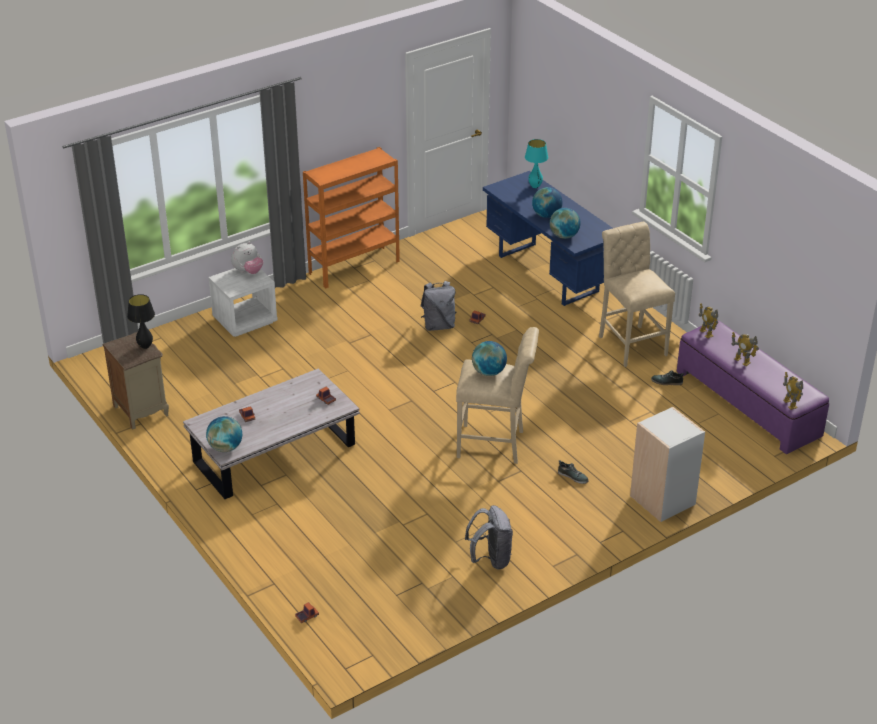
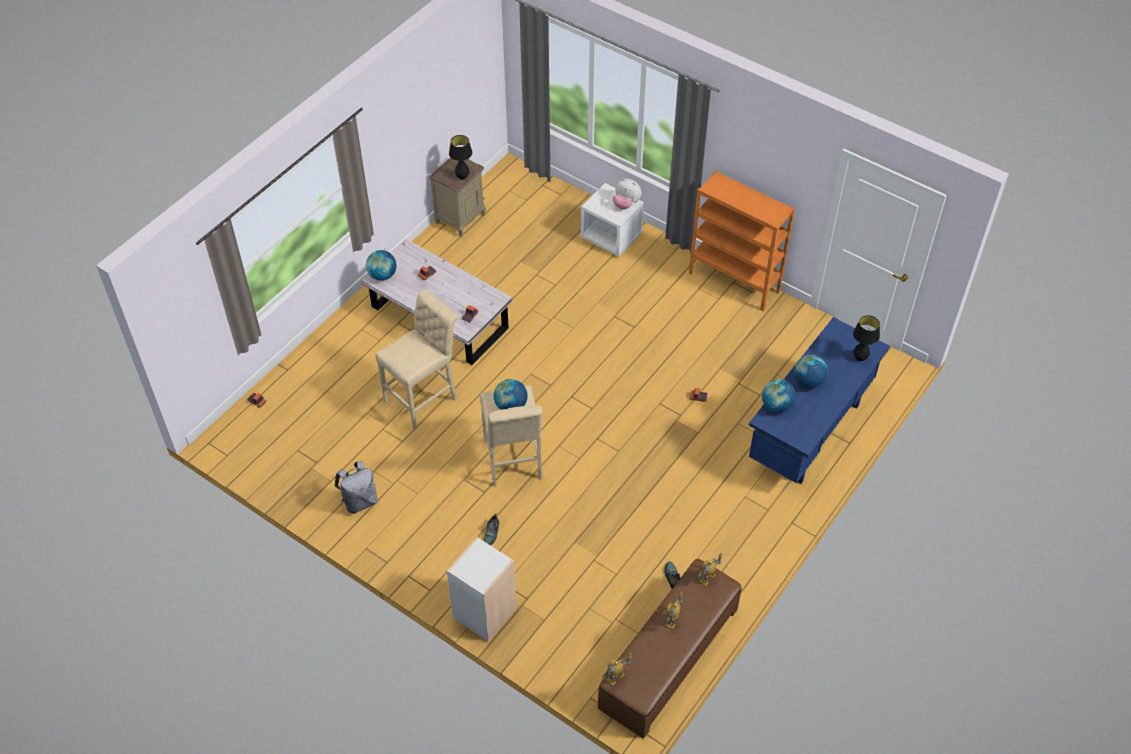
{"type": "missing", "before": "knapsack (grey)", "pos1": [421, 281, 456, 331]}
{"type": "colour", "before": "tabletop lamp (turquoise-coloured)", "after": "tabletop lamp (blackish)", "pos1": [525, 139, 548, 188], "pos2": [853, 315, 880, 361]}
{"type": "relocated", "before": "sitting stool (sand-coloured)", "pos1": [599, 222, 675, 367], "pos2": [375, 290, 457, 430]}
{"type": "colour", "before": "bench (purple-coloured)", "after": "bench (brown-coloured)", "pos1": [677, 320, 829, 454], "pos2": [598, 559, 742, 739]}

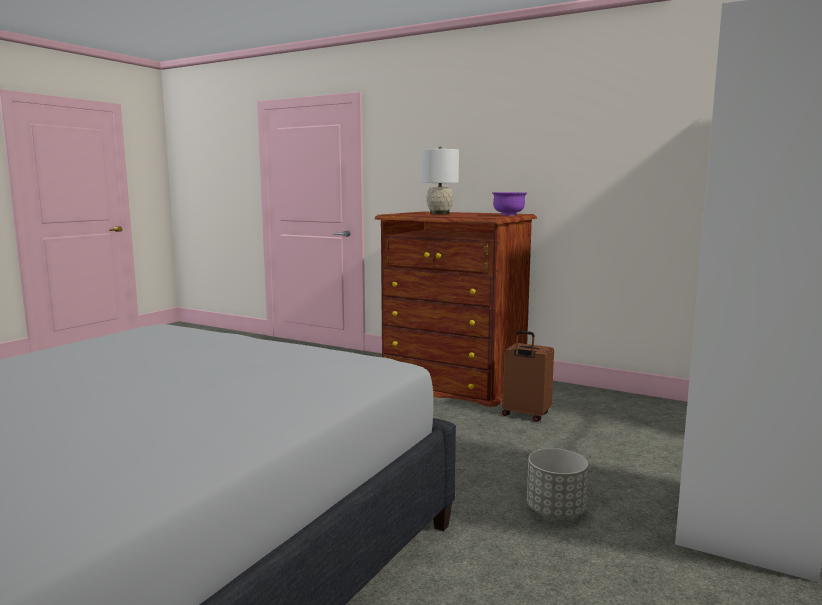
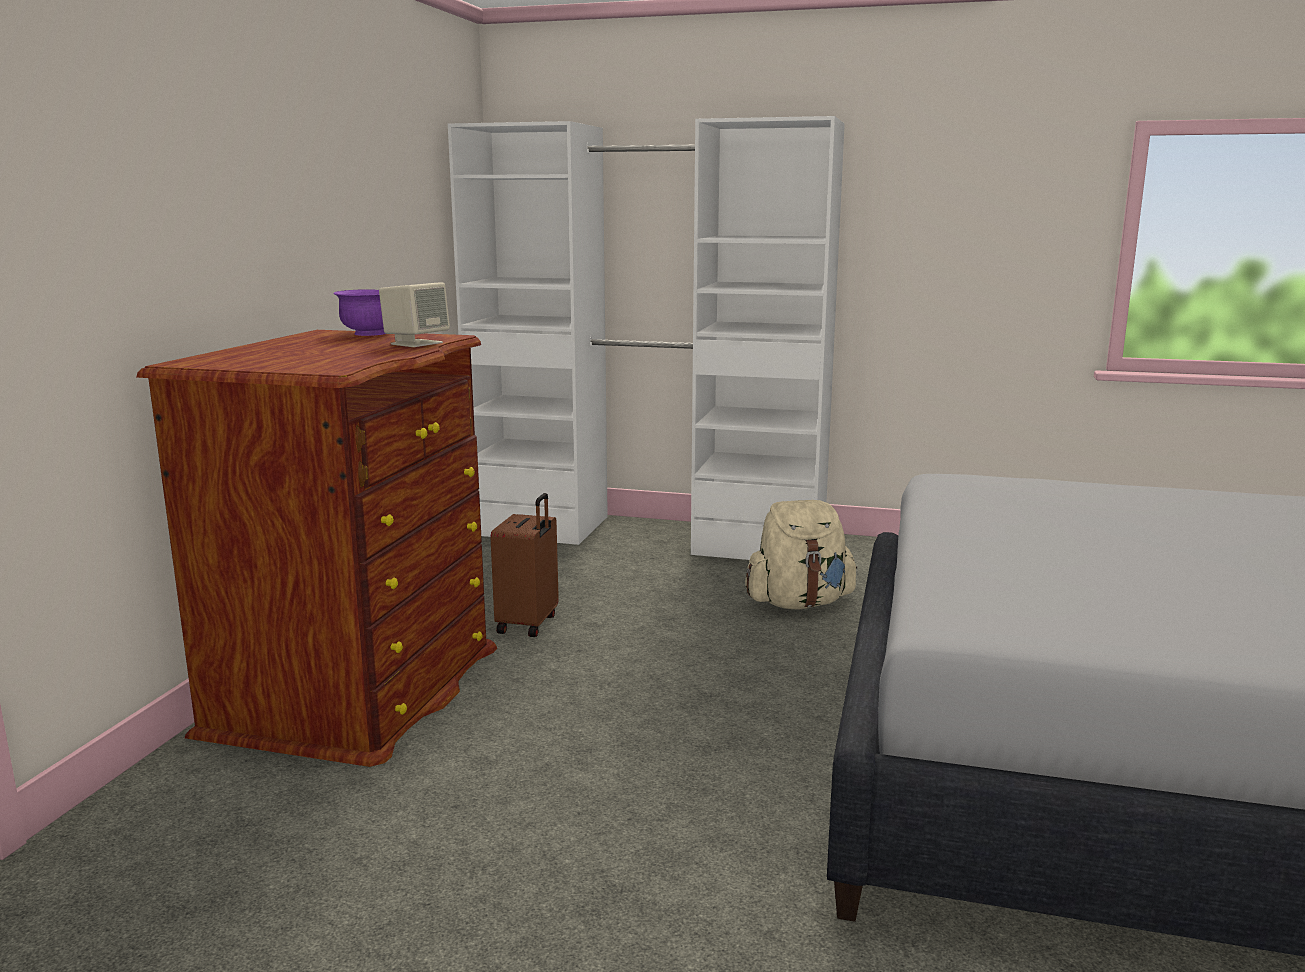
{"type": "missing", "before": "tabletop lamp (white-coloured)", "pos1": [421, 147, 459, 215]}
{"type": "exchanged", "before": "flower pot (grey)", "after": "knapsack (sand-coloured)", "pos1": [527, 448, 588, 518], "pos2": [745, 500, 857, 609]}
{"type": "appeared", "after": "loudspeaker (sand-coloured)", "pos2": [379, 282, 450, 347]}

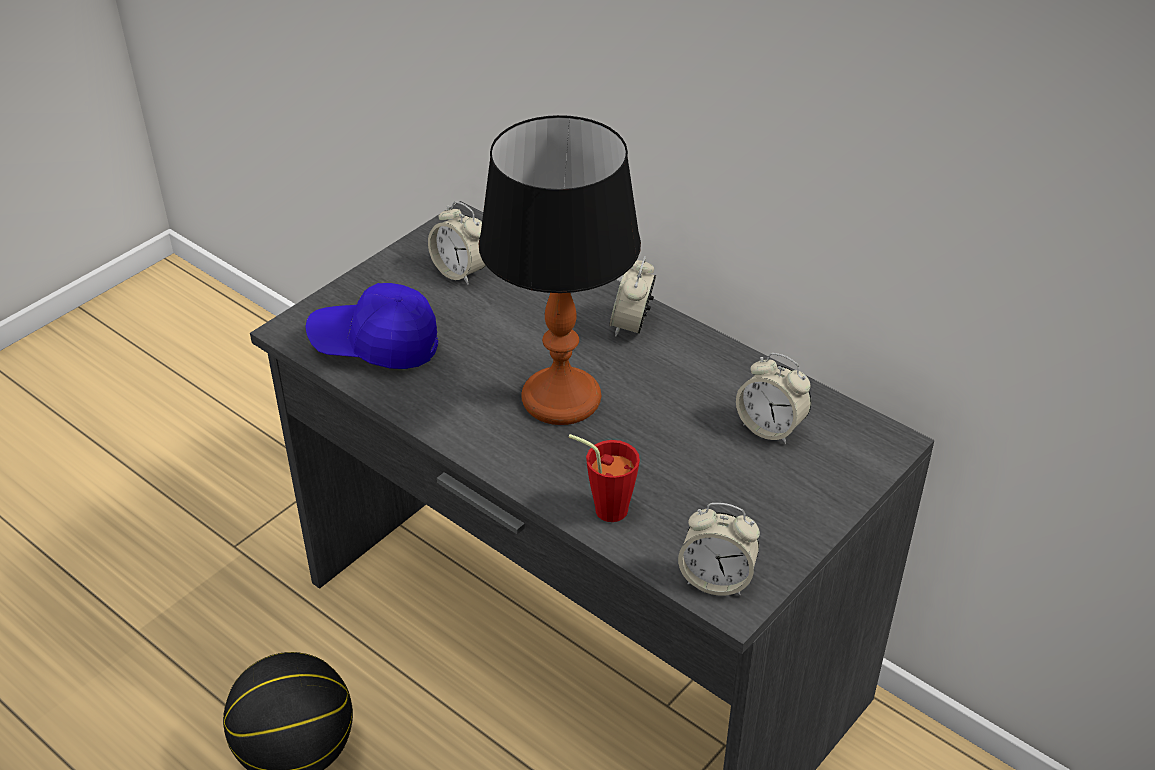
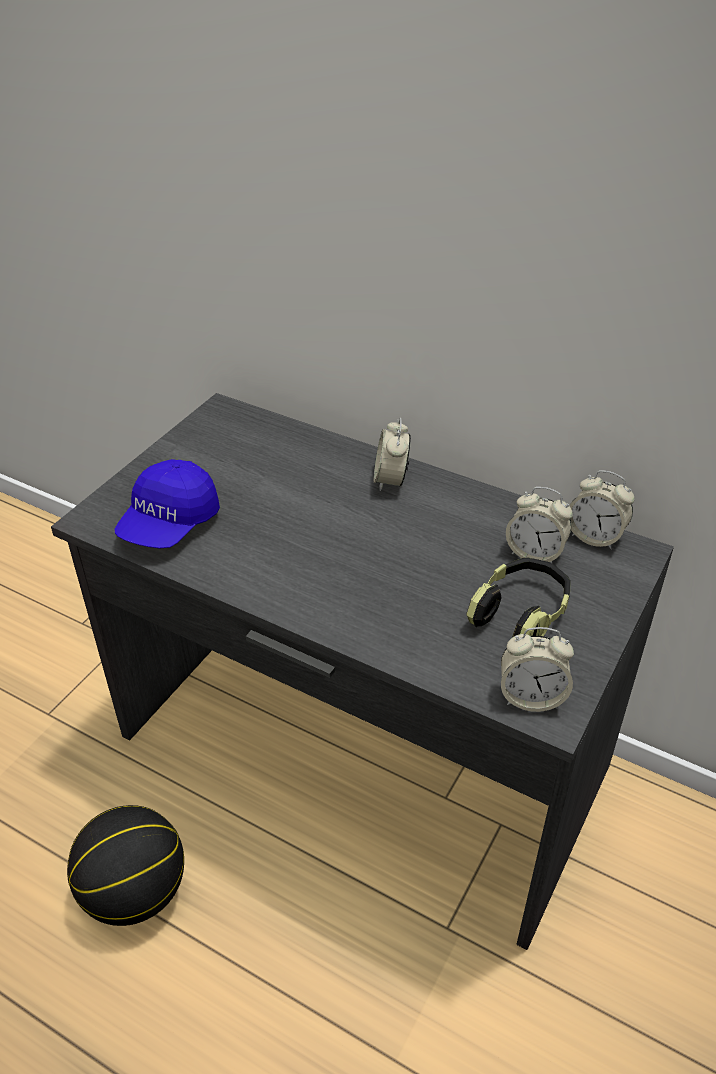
{"type": "spun", "before": "peaked cap (bluish)", "pos1": [306, 283, 438, 369], "pos2": [115, 459, 220, 548], "turn": -60}
{"type": "relocated", "before": "table clock", "pos1": [428, 201, 486, 285], "pos2": [569, 470, 635, 550]}
{"type": "missing", "before": "tabletop lamp", "pos1": [479, 115, 641, 425]}
{"type": "missing", "before": "drinking cup (reddish)", "pos1": [569, 434, 640, 522]}
{"type": "appeared", "after": "pair of headphones", "pos2": [466, 557, 571, 637]}

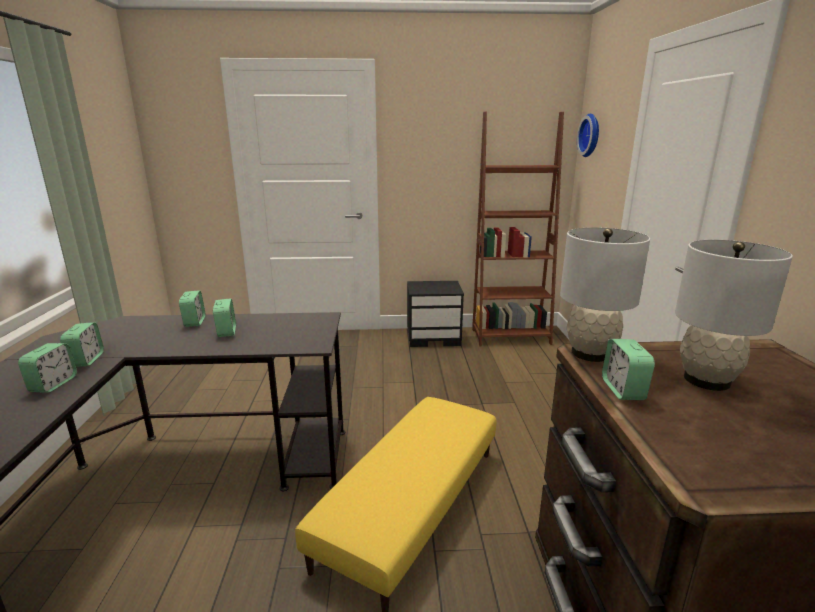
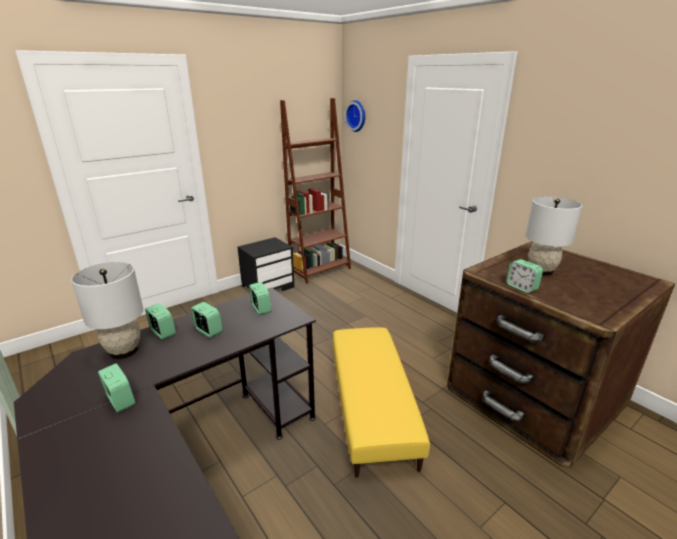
{"type": "relocated", "before": "table clock", "pos1": [18, 343, 77, 393], "pos2": [249, 282, 272, 315]}
{"type": "relocated", "before": "tabletop lamp (white-coloured)", "pos1": [560, 227, 650, 362], "pos2": [71, 262, 143, 359]}

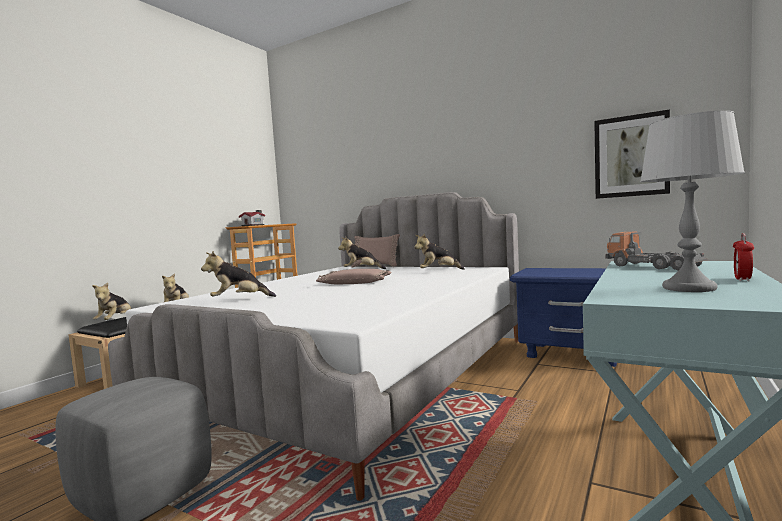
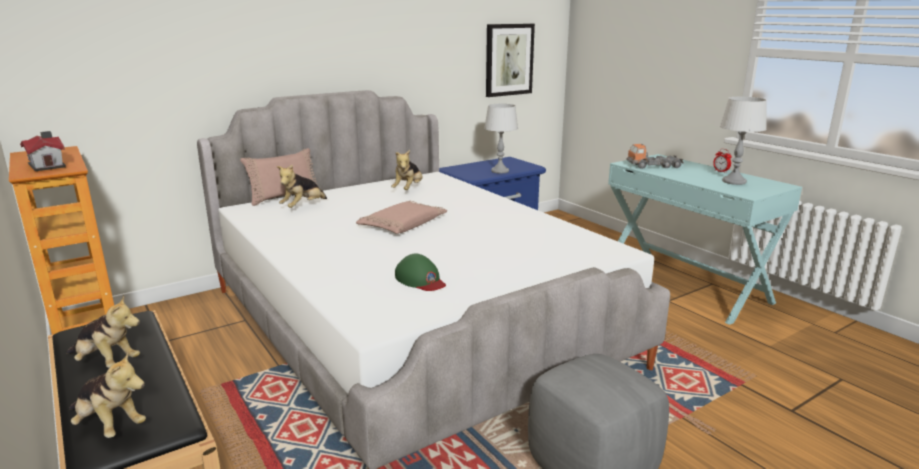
{"type": "exchanged", "before": "cuddly toy", "after": "peaked cap (greenish)", "pos1": [201, 251, 276, 297], "pos2": [395, 254, 446, 291]}
{"type": "appeared", "after": "tabletop lamp (grey)", "pos2": [484, 104, 518, 174]}

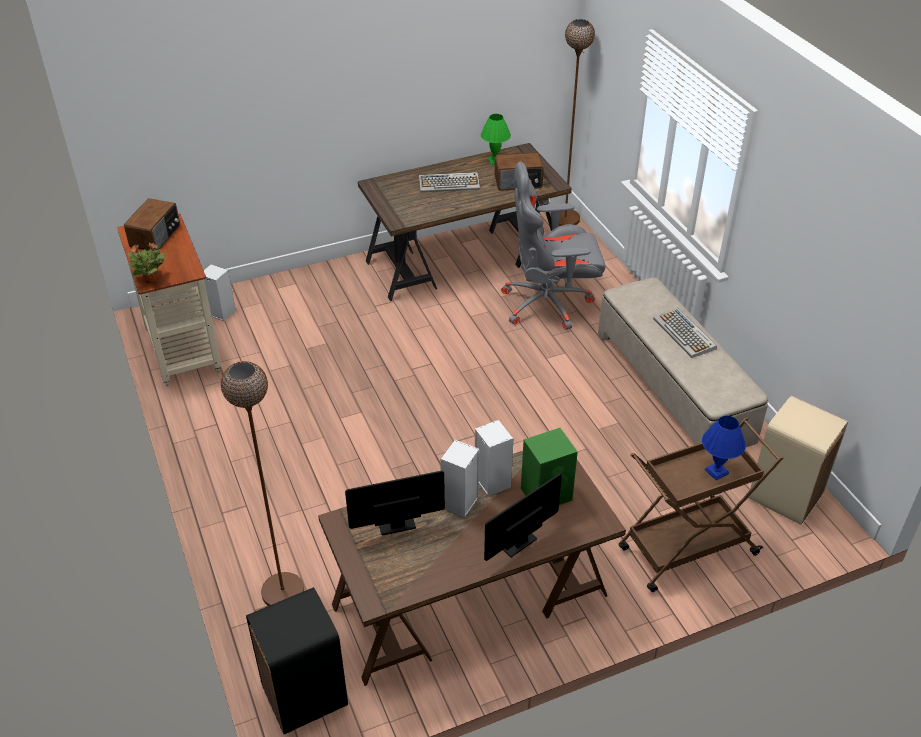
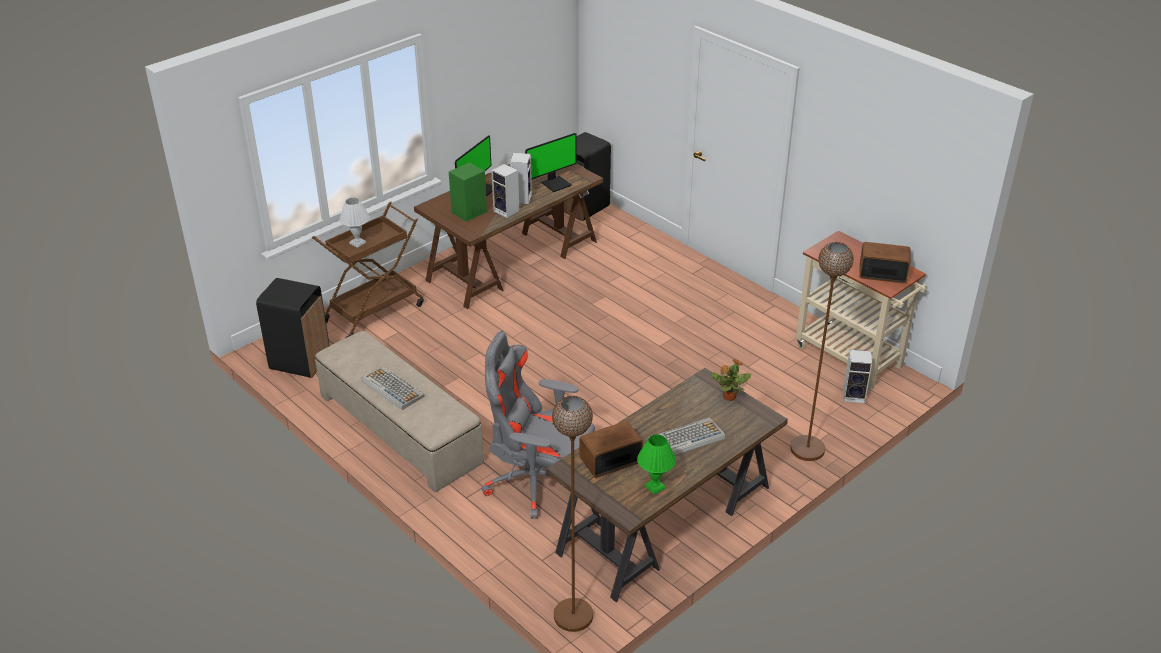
{"type": "spun", "before": "radio", "pos1": [124, 198, 180, 250], "pos2": [859, 242, 910, 283], "turn": 105}
{"type": "relocated", "before": "potted plant", "pos1": [127, 242, 166, 284], "pos2": [711, 359, 751, 401]}
{"type": "relocated", "before": "standard lamp (brown-coloured)", "pos1": [221, 361, 304, 606], "pos2": [790, 242, 854, 461]}
{"type": "spun", "before": "computer chair (grey)", "pos1": [501, 161, 605, 330], "pos2": [482, 331, 595, 519], "turn": -135}
{"type": "colour", "before": "tabletop lamp (bluish)", "after": "tabletop lamp (white-coloured)", "pos1": [702, 416, 746, 480], "pos2": [339, 198, 370, 248]}
{"type": "colour", "before": "rubbish bin (sand-coloured)", "after": "rubbish bin (blackish)", "pos1": [748, 396, 848, 525], "pos2": [256, 278, 330, 378]}

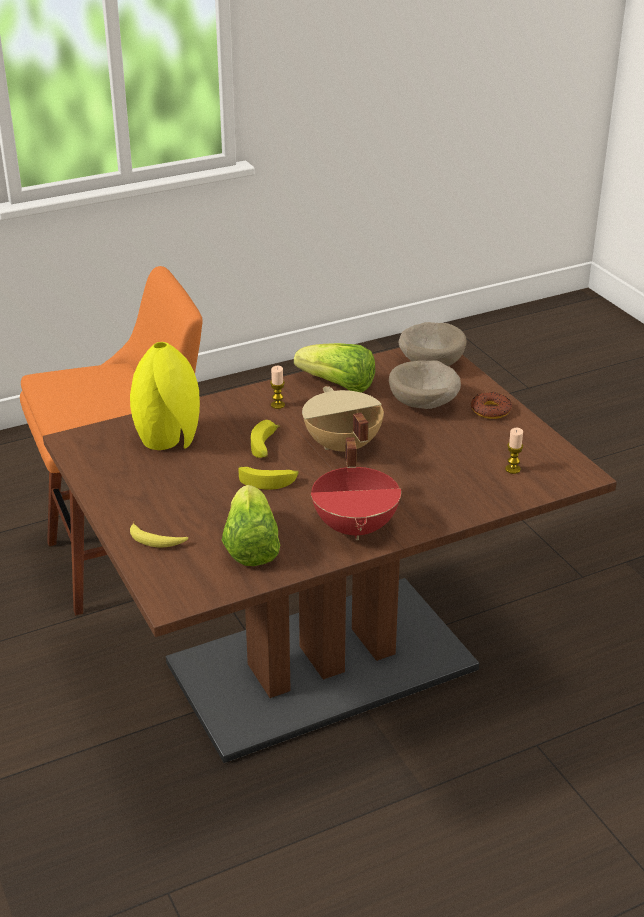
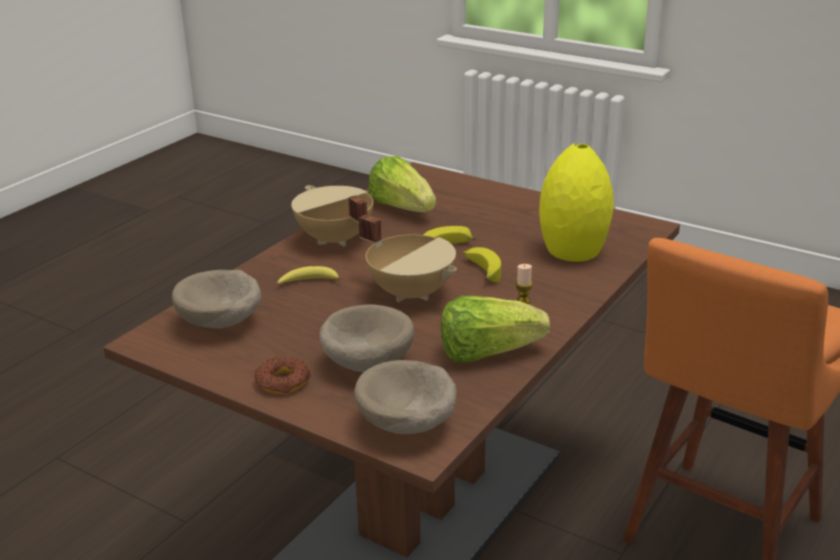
{"type": "relocated", "before": "banana fruit", "pos1": [130, 521, 188, 548], "pos2": [277, 266, 341, 284]}
{"type": "colour", "before": "stockpot (reddish)", "after": "stockpot (sand-coloured)", "pos1": [311, 437, 401, 540], "pos2": [291, 185, 373, 246]}
{"type": "exchanged", "before": "candle", "after": "serving bowl (sand-coloured)", "pos1": [505, 428, 523, 474], "pos2": [172, 270, 261, 328]}

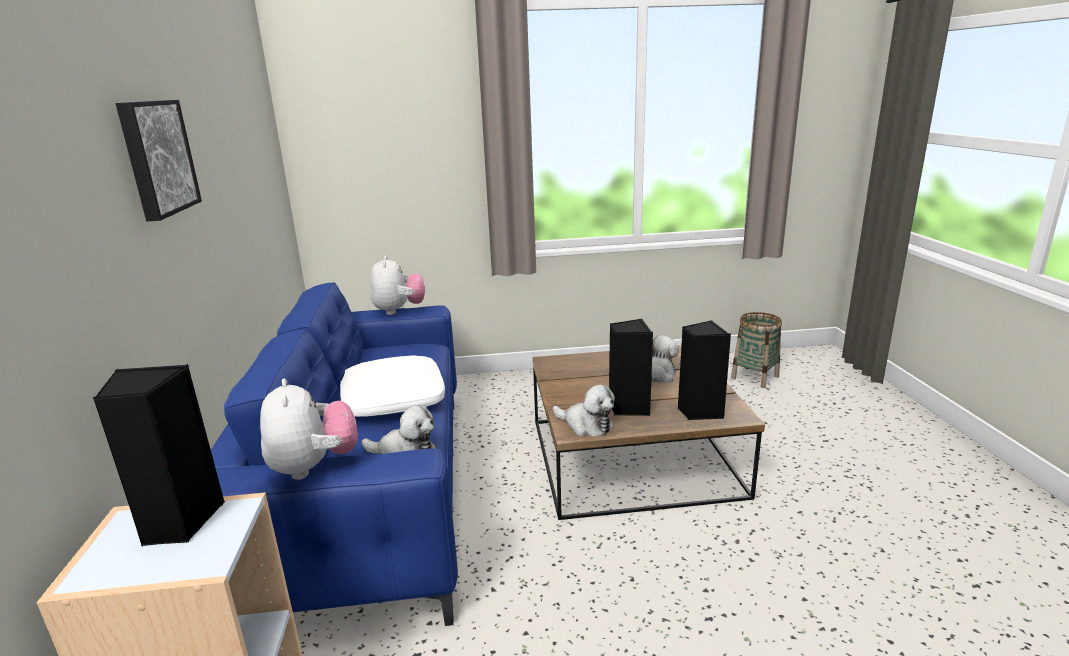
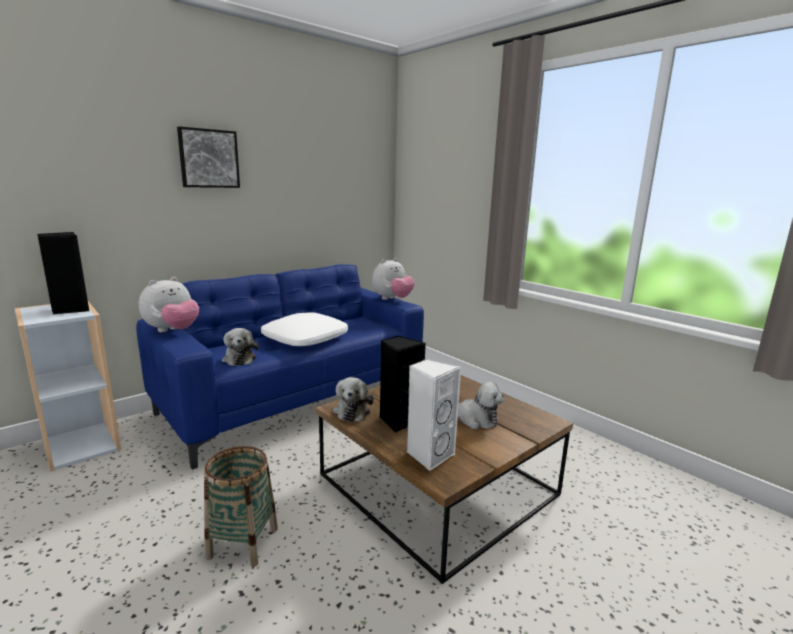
{"type": "colour", "before": "loudspeaker (blackish)", "after": "loudspeaker (white-coloured)", "pos1": [678, 320, 731, 420], "pos2": [406, 359, 461, 471]}
{"type": "relocated", "before": "household basket", "pos1": [731, 312, 782, 388], "pos2": [204, 446, 278, 567]}

